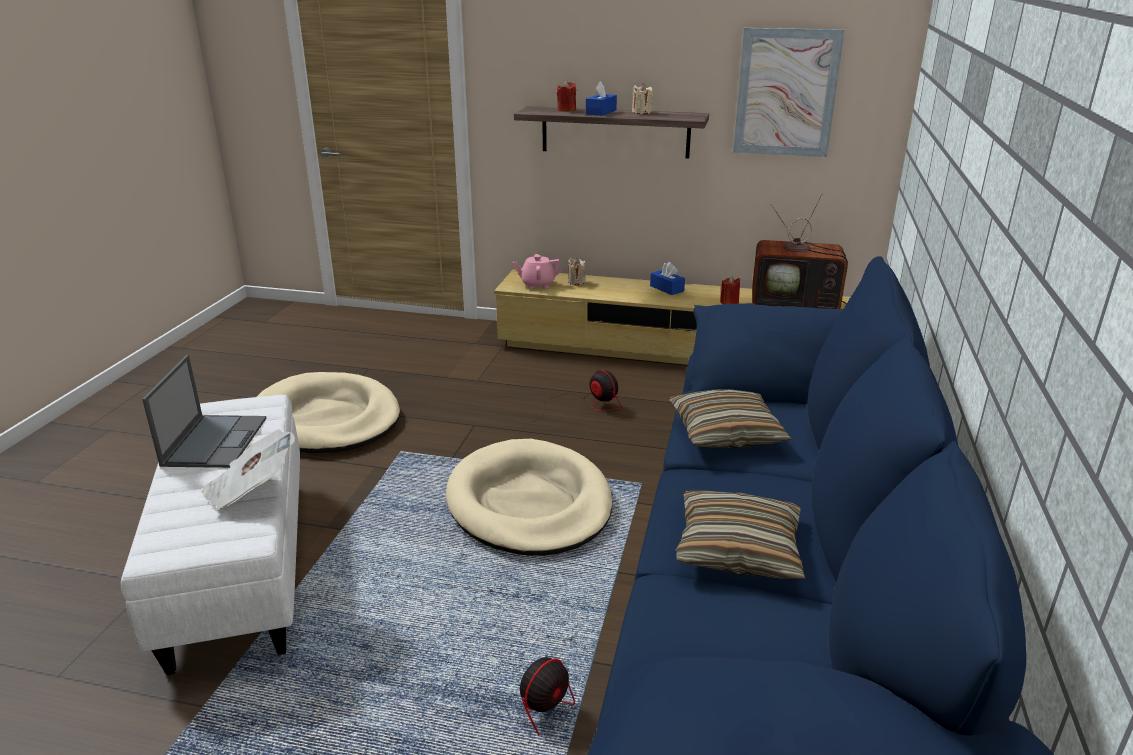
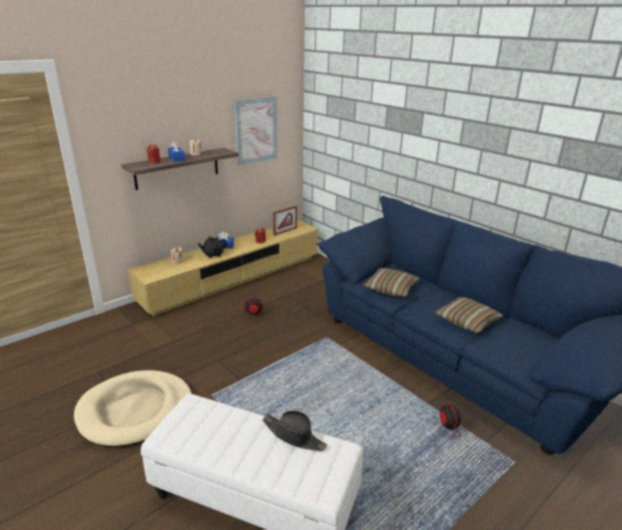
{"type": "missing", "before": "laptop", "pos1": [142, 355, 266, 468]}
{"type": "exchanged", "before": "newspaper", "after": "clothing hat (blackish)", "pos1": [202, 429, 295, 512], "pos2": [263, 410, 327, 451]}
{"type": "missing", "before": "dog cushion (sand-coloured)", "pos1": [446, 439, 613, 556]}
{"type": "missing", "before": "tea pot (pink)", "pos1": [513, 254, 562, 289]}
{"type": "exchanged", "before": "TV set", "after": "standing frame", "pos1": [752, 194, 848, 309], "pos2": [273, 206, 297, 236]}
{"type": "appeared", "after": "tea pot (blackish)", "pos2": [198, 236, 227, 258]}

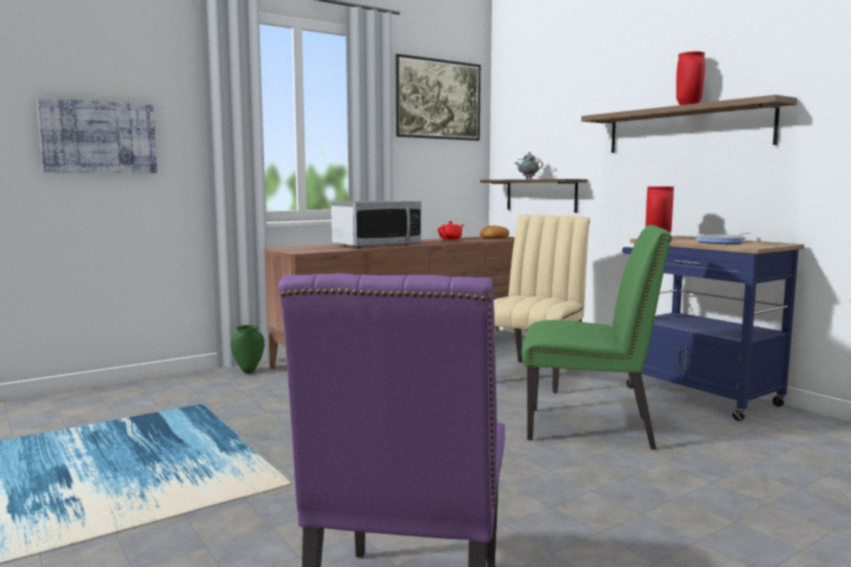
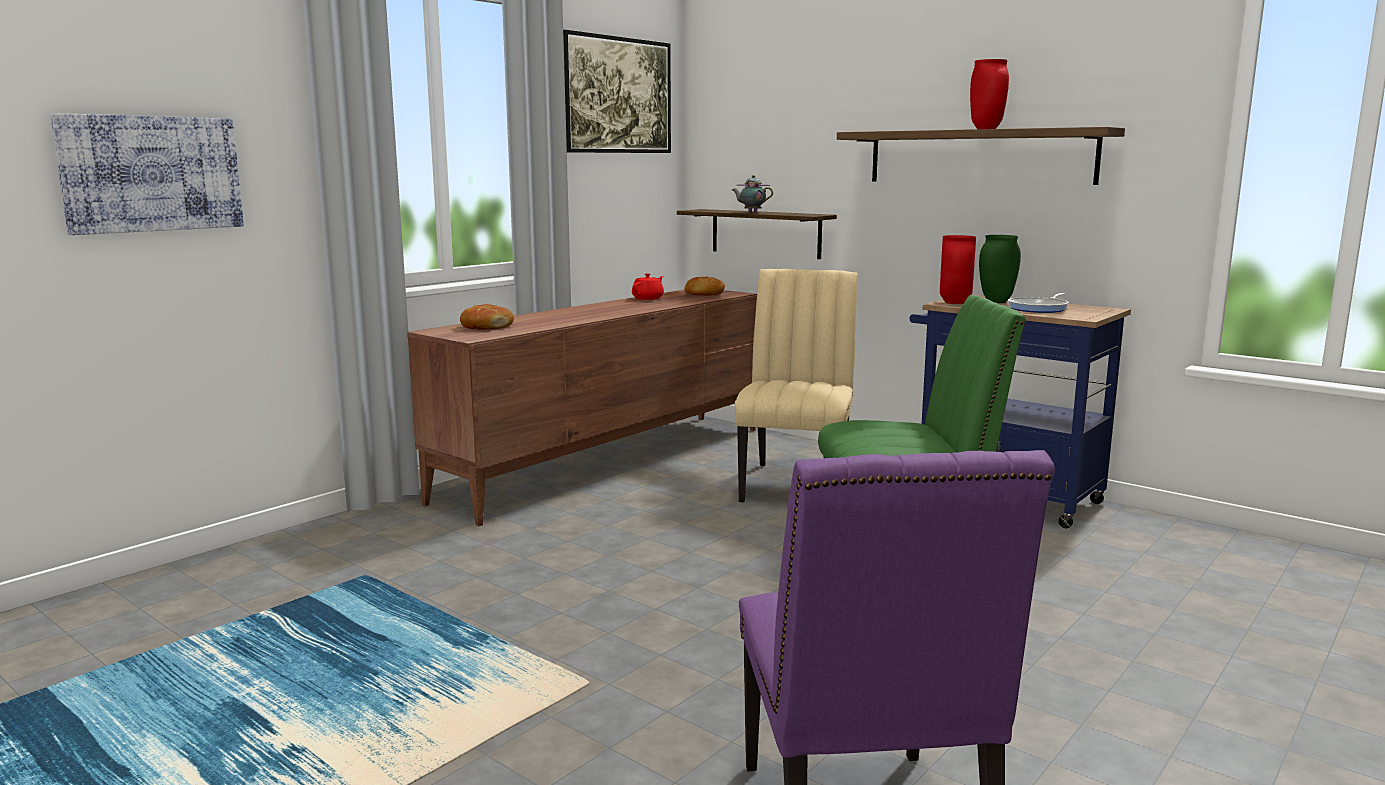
{"type": "relocated", "before": "vase (greenish)", "pos1": [231, 325, 265, 374], "pos2": [979, 235, 1021, 303]}
{"type": "missing", "before": "microwave", "pos1": [331, 200, 421, 248]}
{"type": "appeared", "after": "bakery bread", "pos2": [460, 304, 514, 329]}

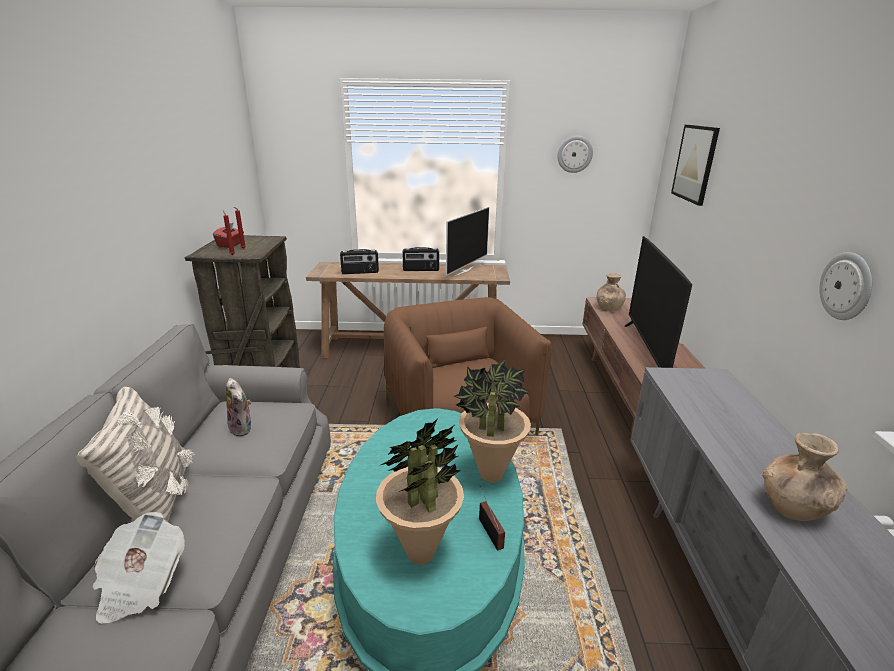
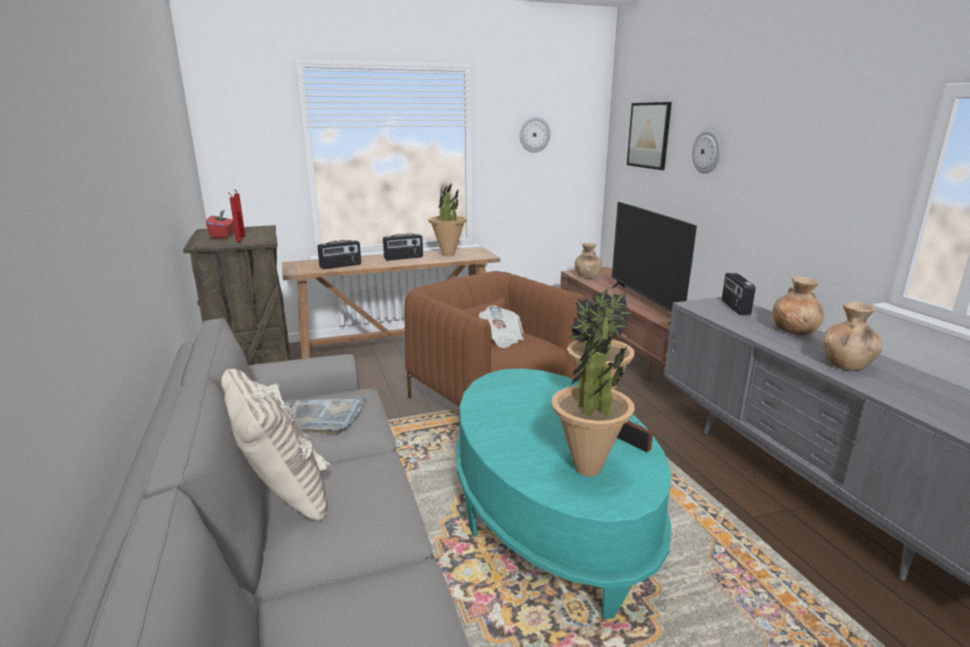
{"type": "relocated", "before": "newspaper", "pos1": [93, 512, 185, 624], "pos2": [479, 305, 524, 348]}
{"type": "exchanged", "before": "cuddly toy", "after": "serving tray (grey)", "pos1": [225, 378, 252, 436], "pos2": [289, 396, 367, 434]}
{"type": "exchanged", "before": "TV set", "after": "potted plant", "pos1": [446, 207, 489, 277], "pos2": [428, 184, 467, 256]}
{"type": "relocated", "before": "clock on the wall", "pos1": [819, 252, 872, 320], "pos2": [692, 130, 721, 174]}
{"type": "appeared", "after": "radio", "pos2": [722, 272, 756, 315]}
{"type": "appeared", "after": "vase (brown-coloured)", "pos2": [773, 276, 824, 335]}

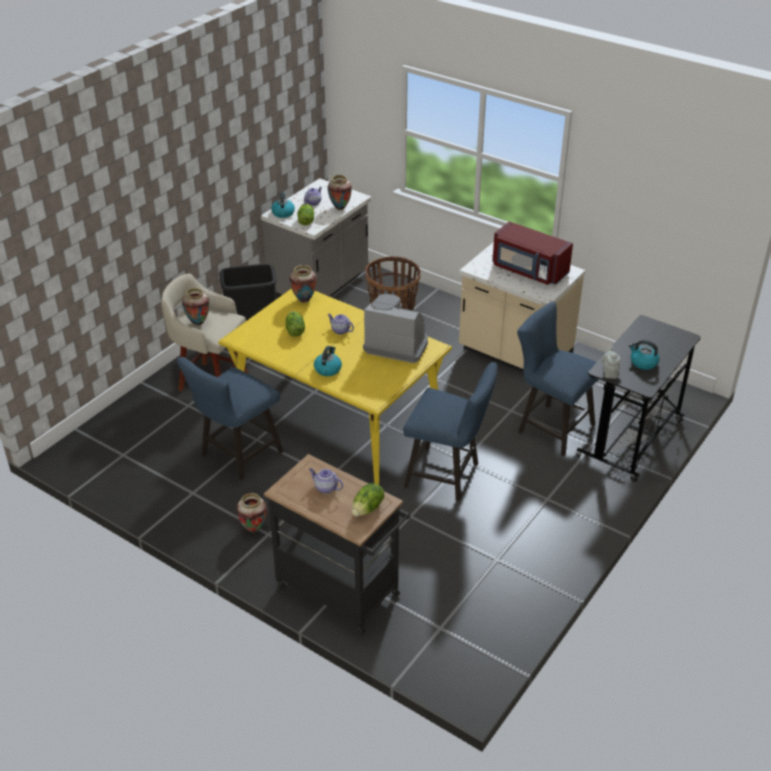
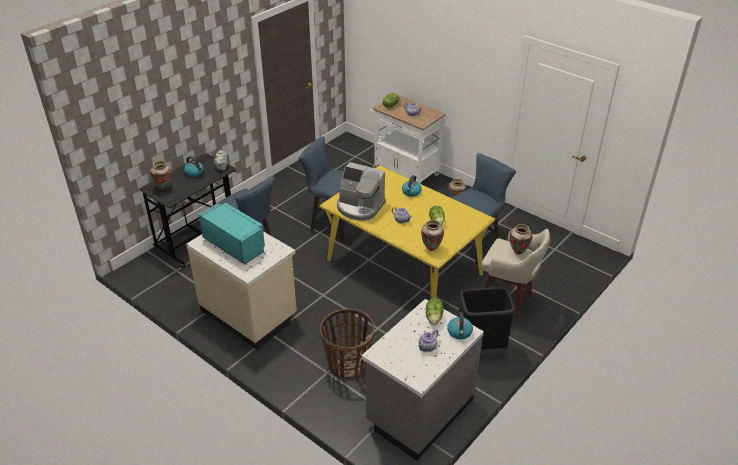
{"type": "colour", "before": "wheeled cart (blackish)", "after": "wheeled cart (white-coloured)", "pos1": [264, 454, 410, 635], "pos2": [369, 96, 446, 184]}
{"type": "relocated", "before": "vase", "pos1": [328, 175, 352, 210], "pos2": [151, 161, 172, 190]}
{"type": "colour", "before": "microwave (reddish)", "after": "microwave (turquoise-coloured)", "pos1": [492, 221, 573, 285], "pos2": [199, 203, 265, 264]}

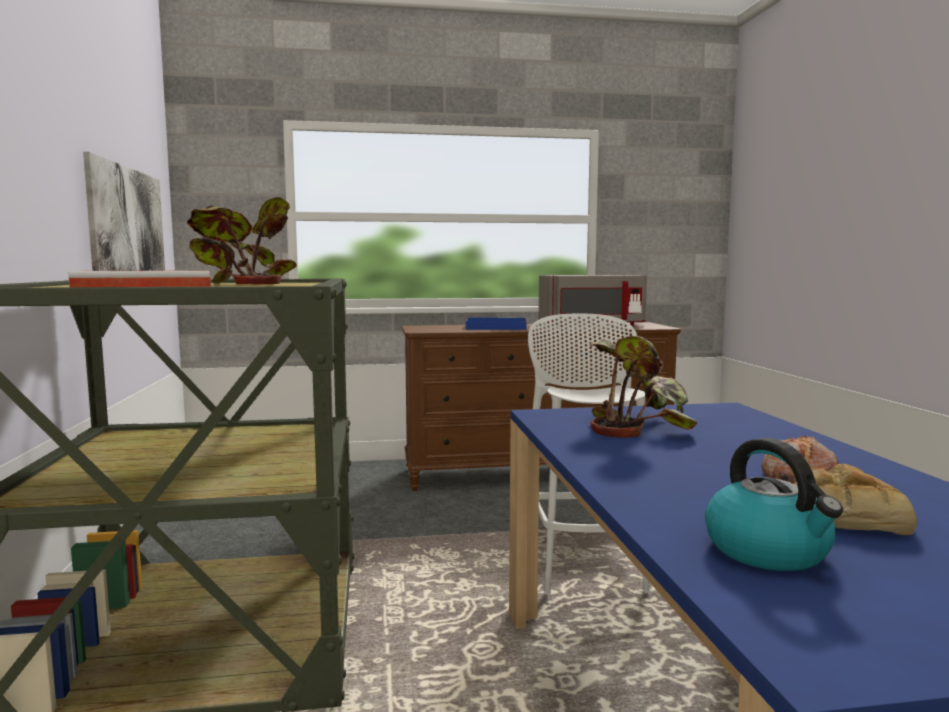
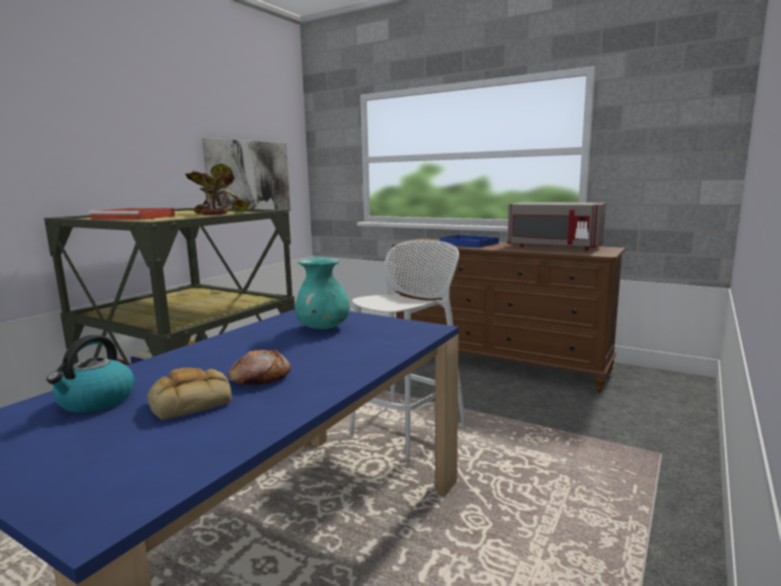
{"type": "exchanged", "before": "potted plant", "after": "vase (turquoise-coloured)", "pos1": [589, 336, 698, 438], "pos2": [295, 258, 350, 329]}

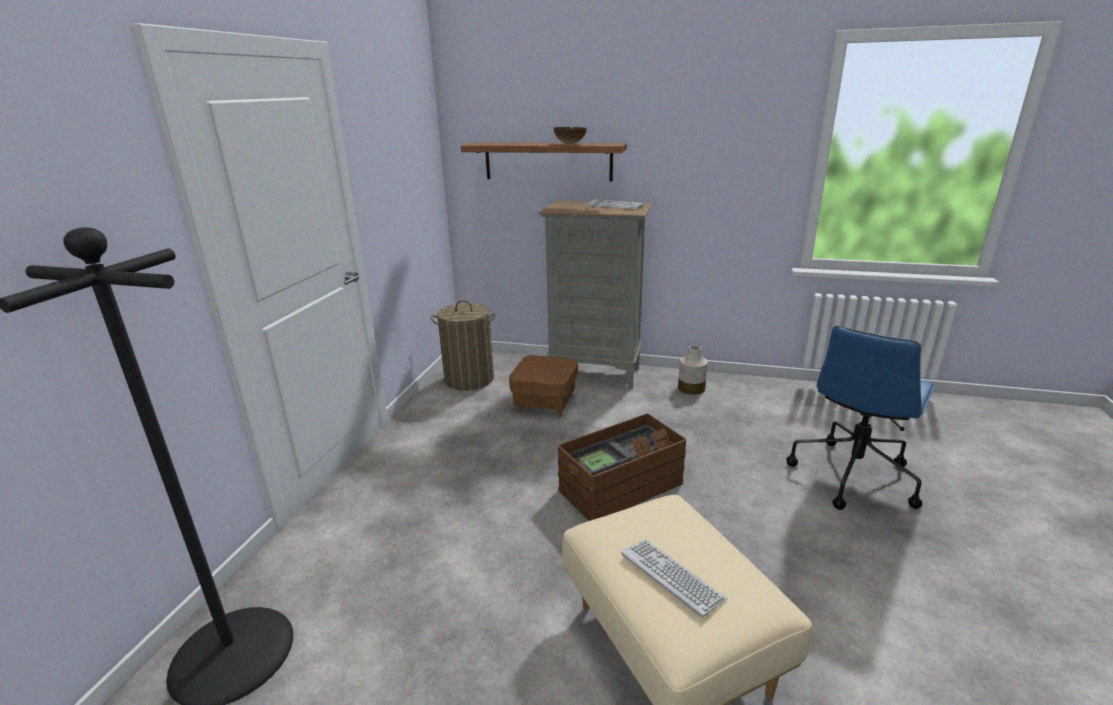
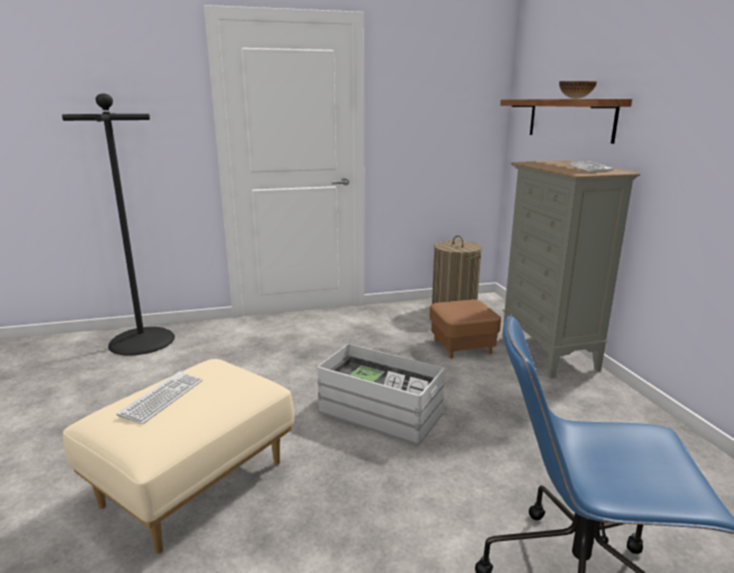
{"type": "colour", "before": "storage bin (brown-coloured)", "after": "storage bin (grey)", "pos1": [558, 414, 686, 521], "pos2": [317, 344, 445, 445]}
{"type": "missing", "before": "vase (sand-coloured)", "pos1": [678, 345, 708, 395]}

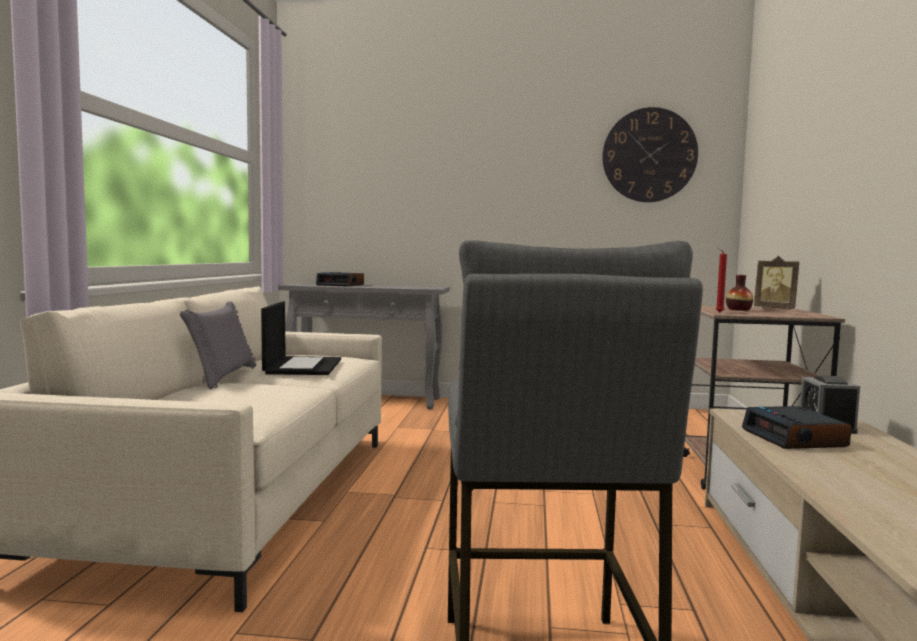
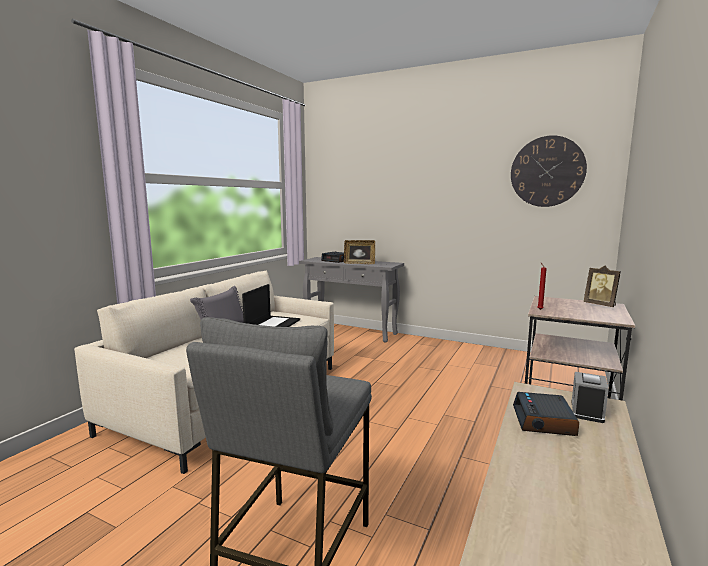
{"type": "missing", "before": "vase", "pos1": [726, 275, 753, 311]}
{"type": "appeared", "after": "standing frame", "pos2": [344, 240, 375, 264]}

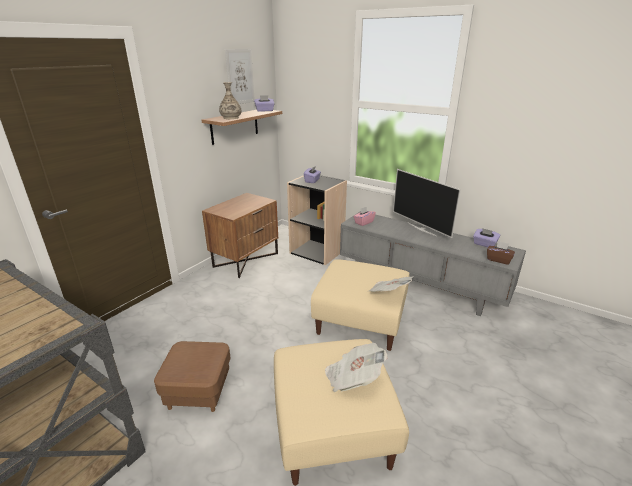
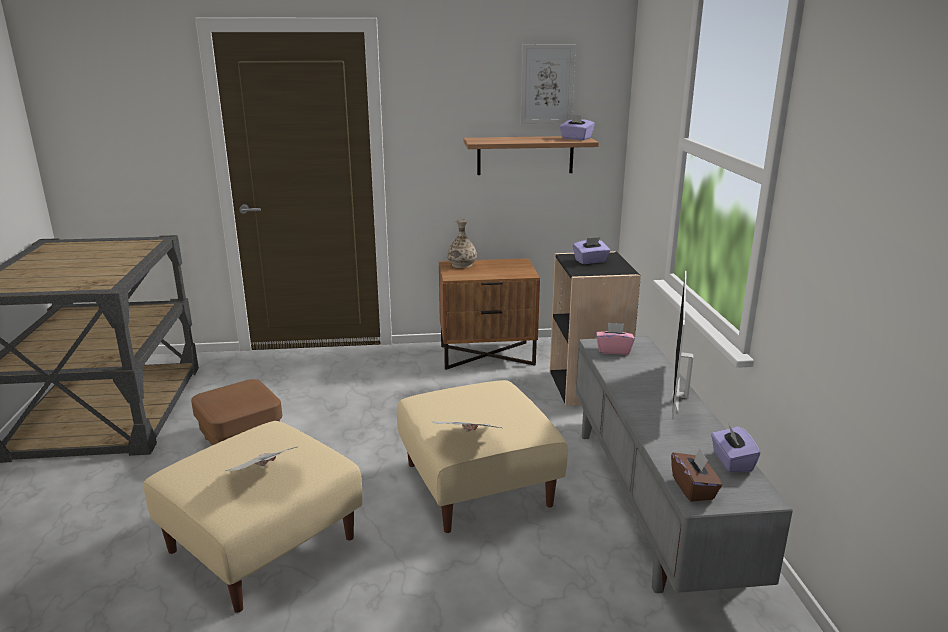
{"type": "relocated", "before": "vase", "pos1": [219, 82, 242, 119], "pos2": [447, 219, 477, 268]}

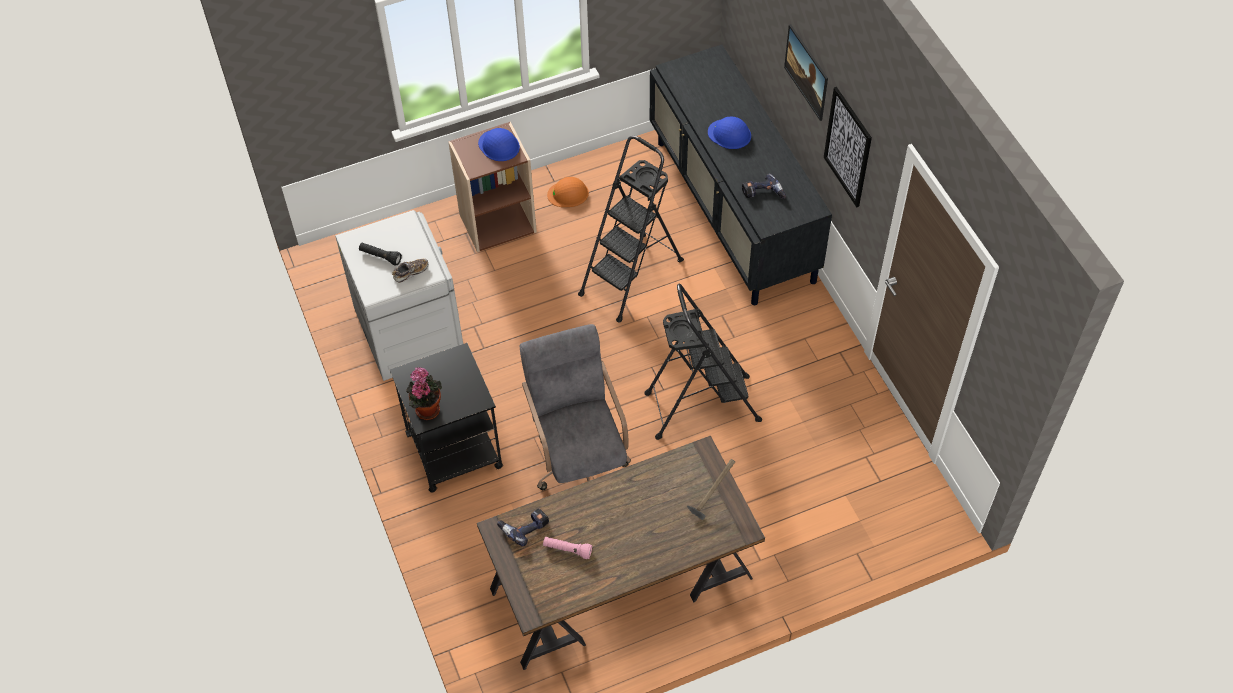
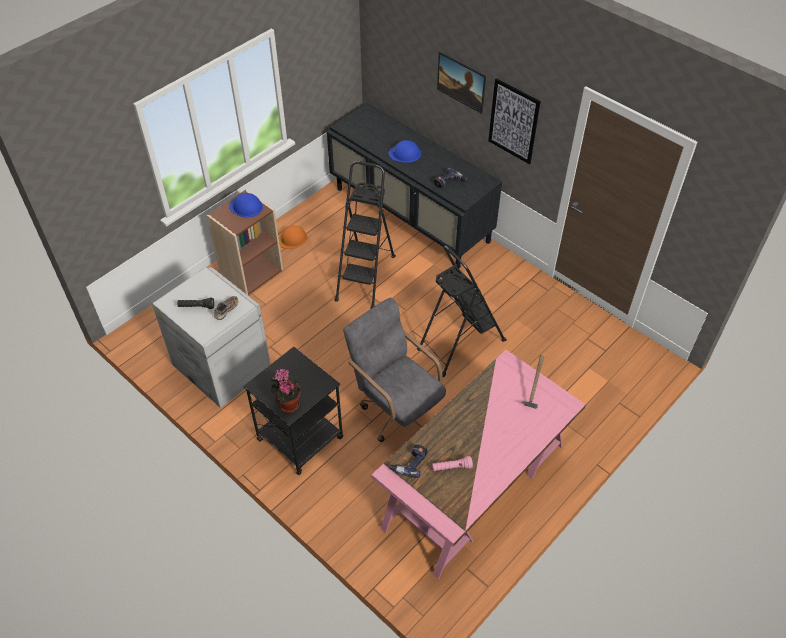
{"type": "colour", "before": "desk (brown-coloured)", "after": "desk (pink)", "pos1": [477, 435, 765, 670], "pos2": [372, 350, 586, 579]}

